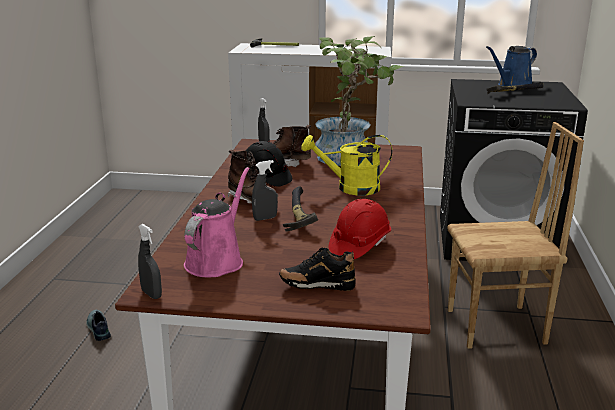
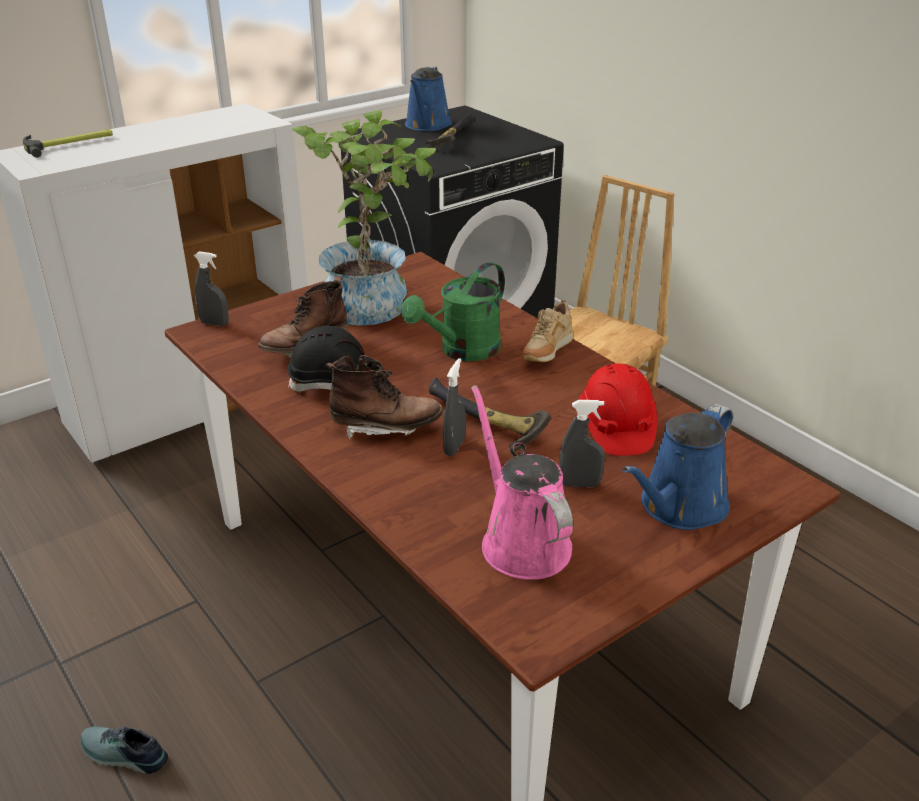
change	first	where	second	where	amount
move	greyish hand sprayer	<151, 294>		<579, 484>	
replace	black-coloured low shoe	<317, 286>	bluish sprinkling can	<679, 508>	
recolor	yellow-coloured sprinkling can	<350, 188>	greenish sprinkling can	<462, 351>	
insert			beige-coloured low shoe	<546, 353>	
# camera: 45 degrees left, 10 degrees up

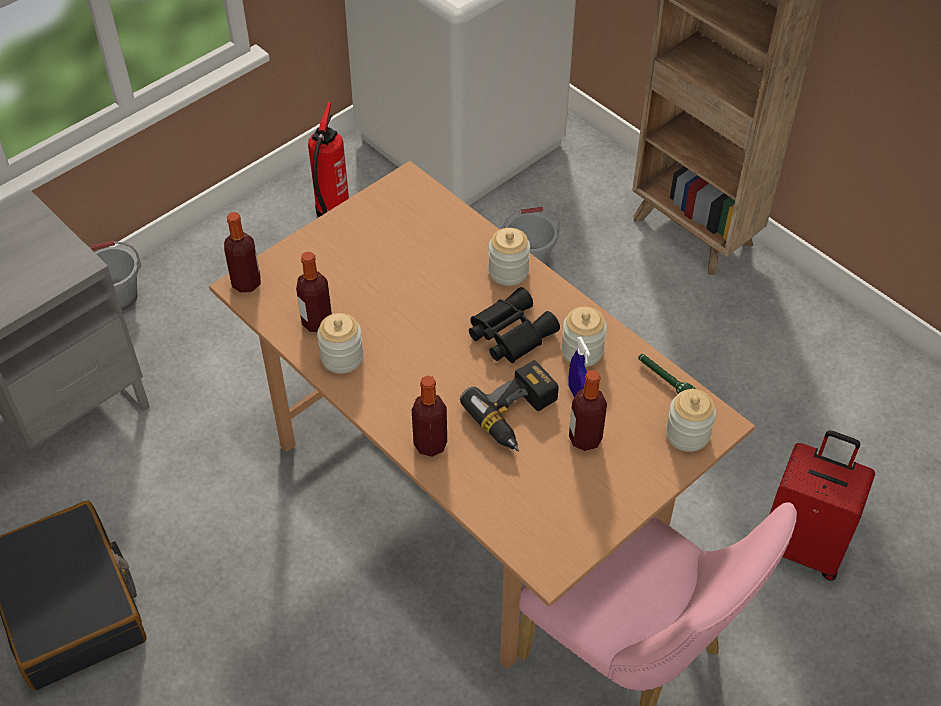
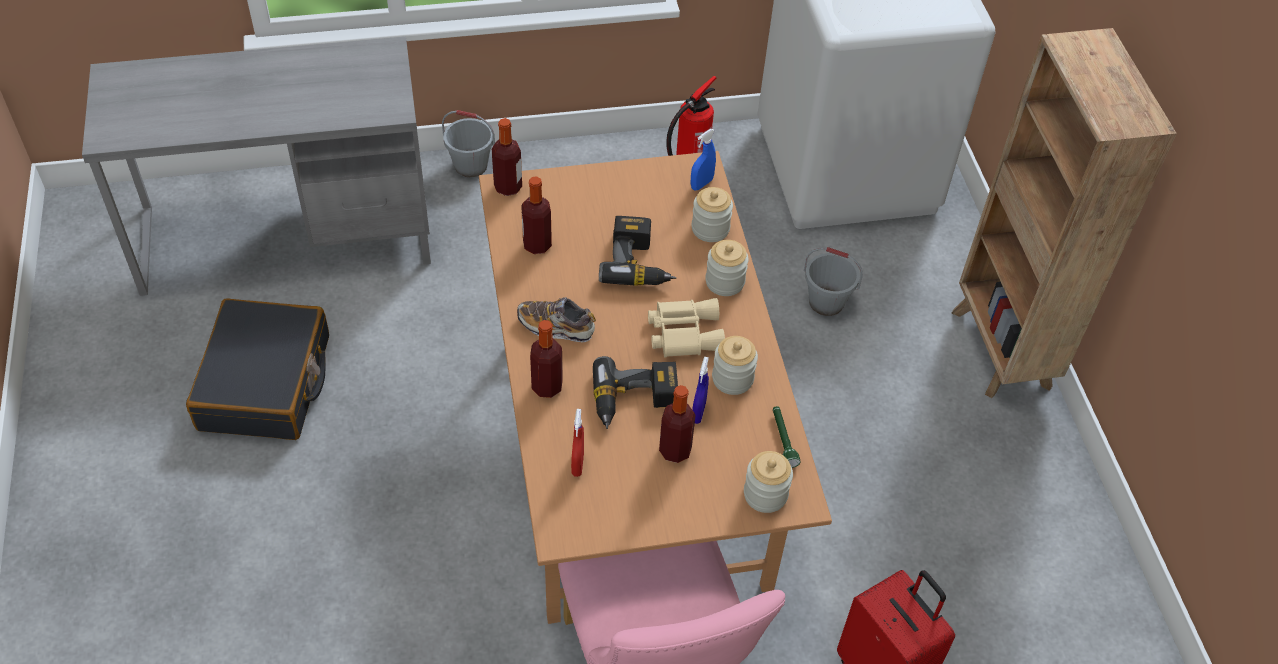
change	first	where	second	where	amount
move	storage jar	<342, 357>		<710, 229>	
recolor	black-coloured field glasses	<509, 333>	beige-coloured field glasses	<683, 332>	
insert			low shoe	<556, 327>	
insert			red hand sprayer	<577, 464>	
insert			power drill	<639, 262>	
insert			bluish hand sprayer	<701, 184>	
# camera: 30 degrees right, 0 degrees up

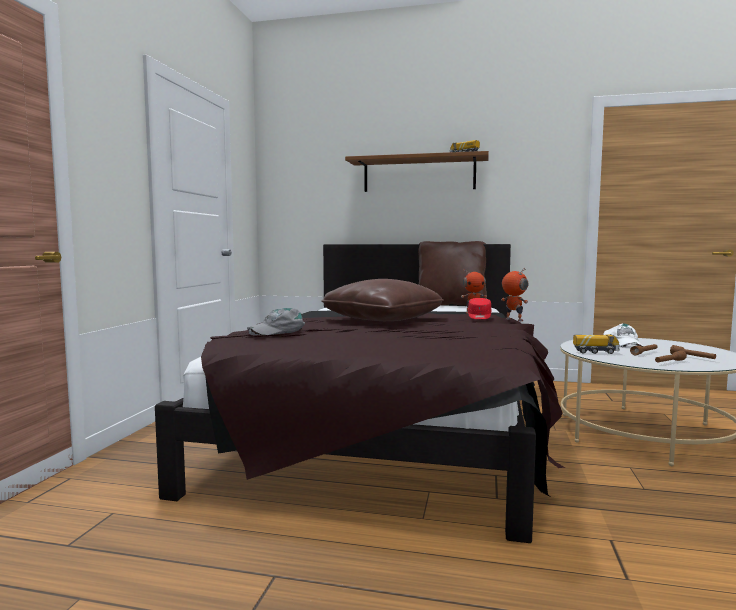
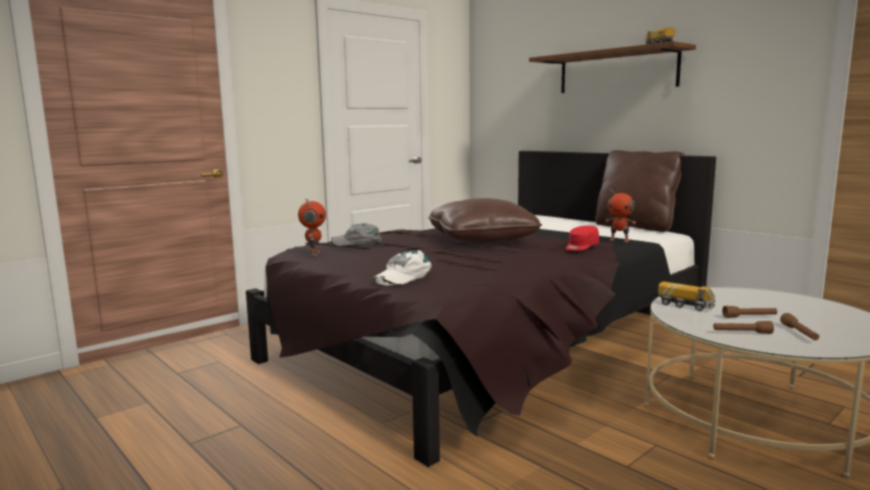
change	first	where	second	where	amount
move	toy robot	<513, 320>		<313, 254>	
move	whitish peaked cap	<622, 343>		<402, 277>	
# camera: 35 degrees right, 5 degrees up

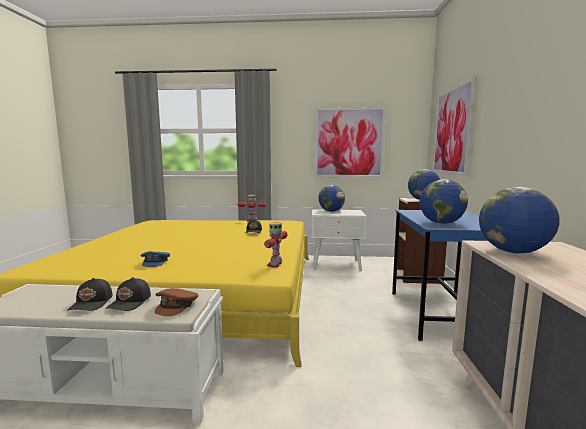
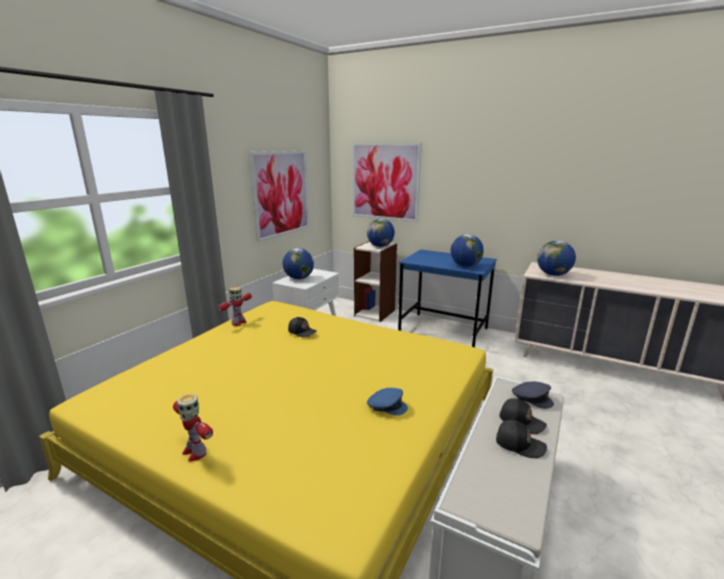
change	first	where	second	where	amount
recolor	brownish peaked cap	<177, 305>	greyish peaked cap	<531, 398>	
move	toy robot	<275, 264>		<195, 452>	
# camera: 65 degrees left, 10 degrees up

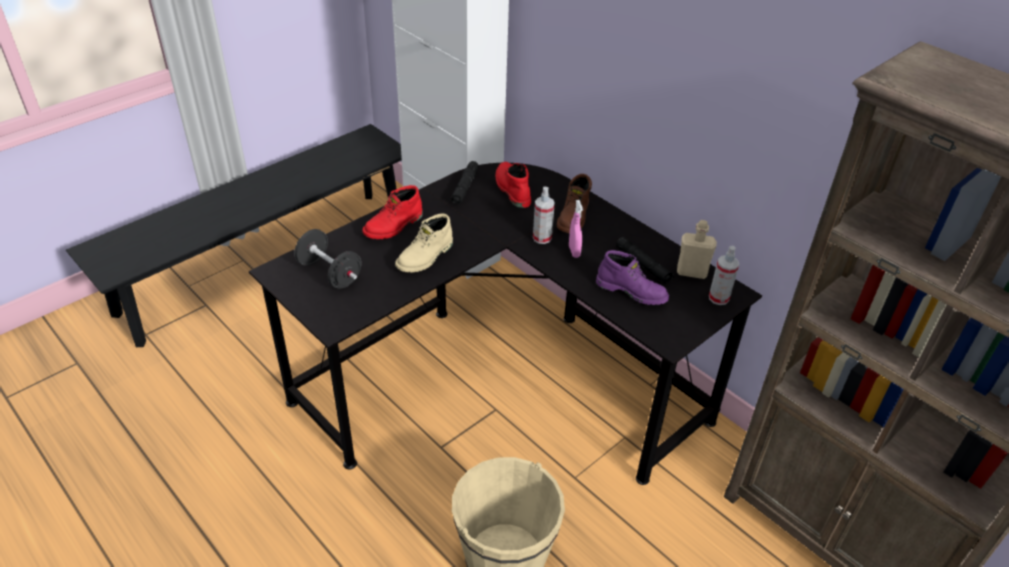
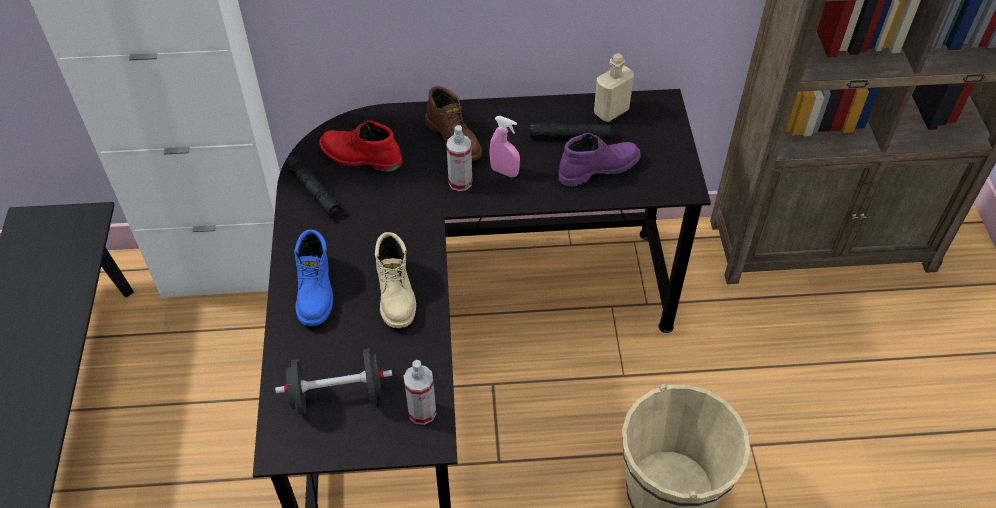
change	first	where	second	where	amount
recolor	red high-top boot	<394, 226>	bluish high-top boot	<316, 291>	
move	hand sprayer	<718, 298>		<422, 412>	
# camera: 50 degrees left, 10 degrees up

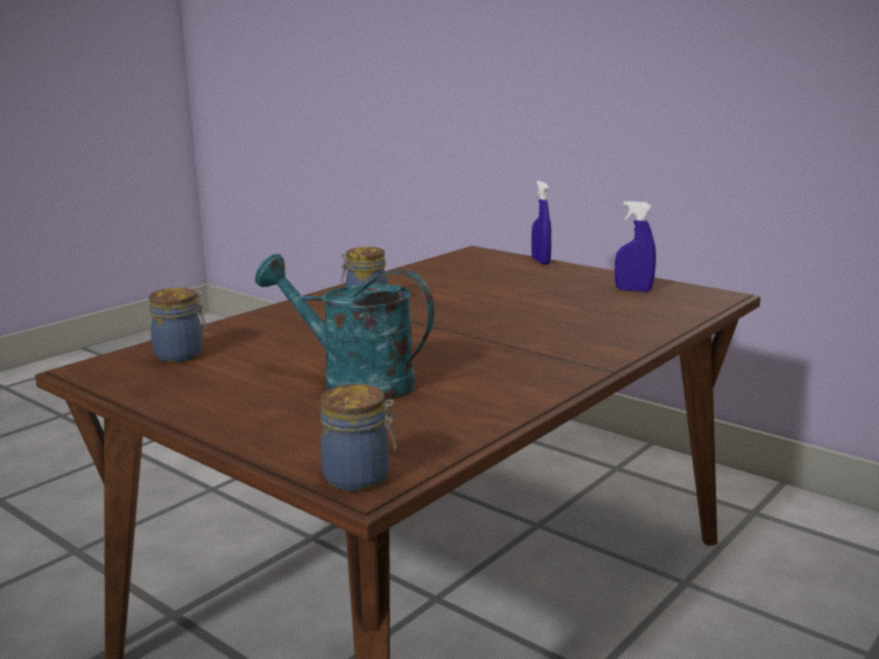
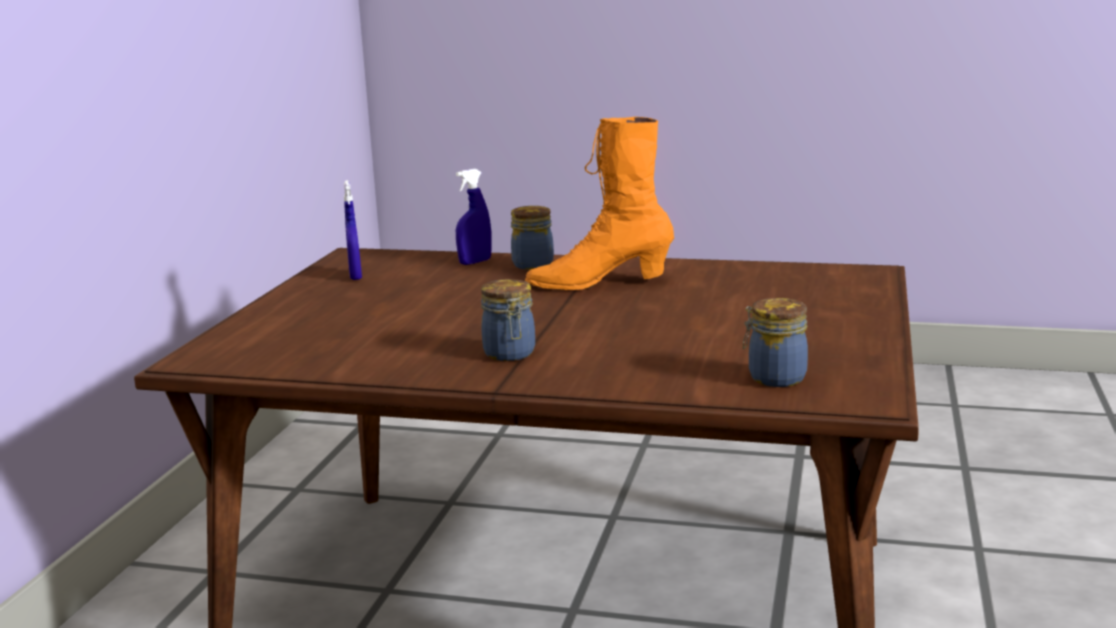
change	first	where	second	where	amount
delete	blue-green sprinkling can	<353, 382>			
move	storage jar	<359, 478>		<532, 264>	
move	bluish hand sprayer	<540, 261>		<475, 262>	
insert			orangey high-top boot	<599, 283>	
# camera: 115 degrees left, 0 degrees up

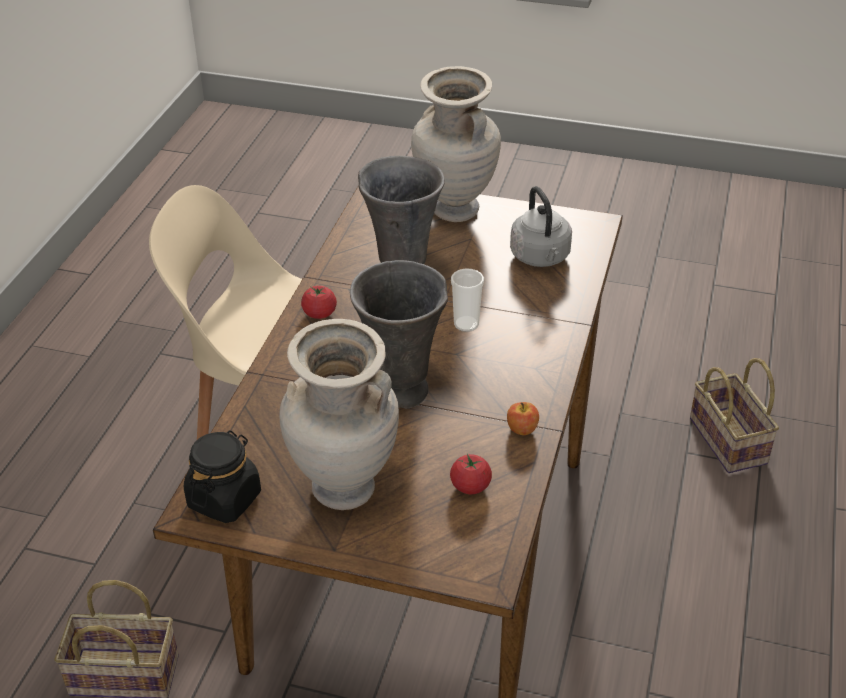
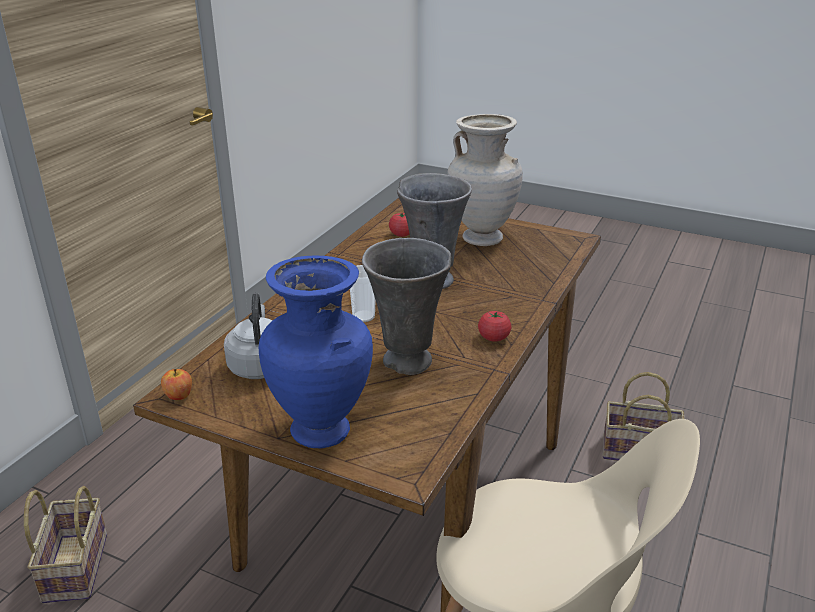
change	first	where	second	where	amount
delete	black-coloured storage jar	<224, 499>			
recolor	beige-coloured vase	<454, 211>	bluish vase	<322, 431>	
move	whole apple	<522, 429>		<178, 395>	
# camera: 170 degrees left, 10 degrees down

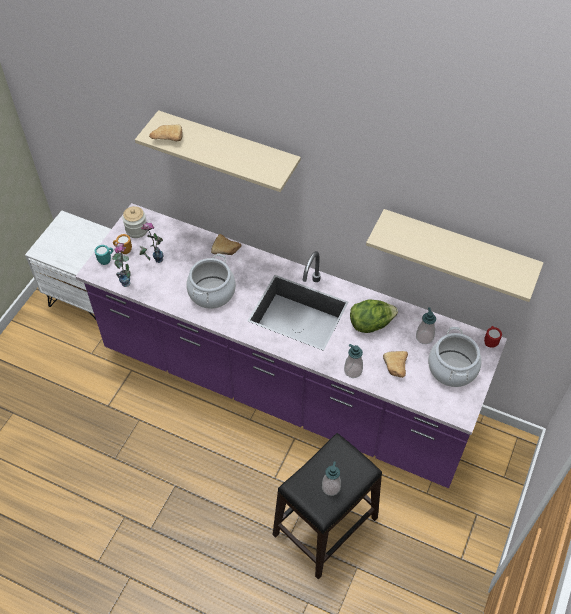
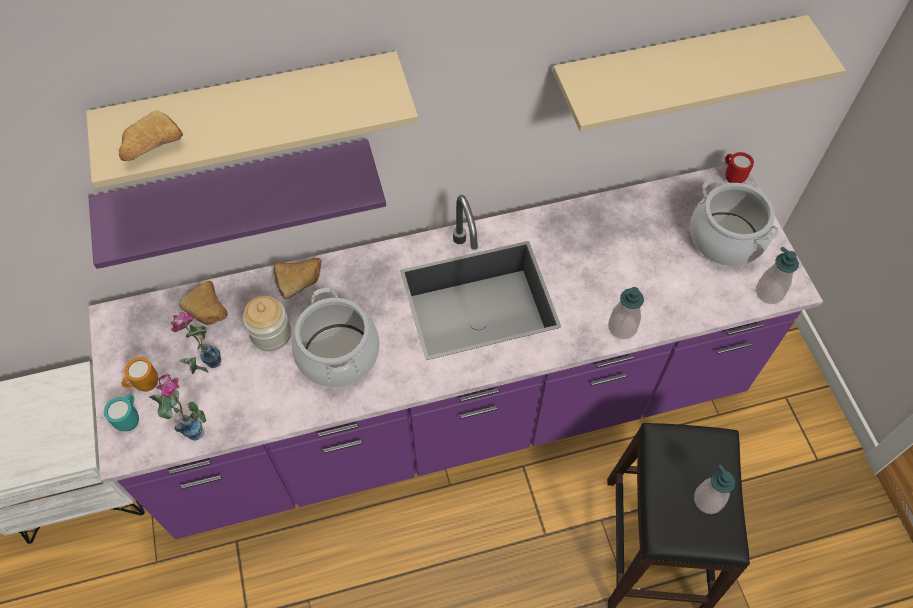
change	first	where	second	where	amount
move	storage jar	<136, 230>		<271, 334>	
delete	lettuce head	<371, 324>			
move	bread	<396, 368>		<208, 311>	
move	soap dispenser	<424, 337>		<769, 292>	
insert			purplish bracket shelf	<240, 192>	
# camera: 40 degrees left, 5 degrees up

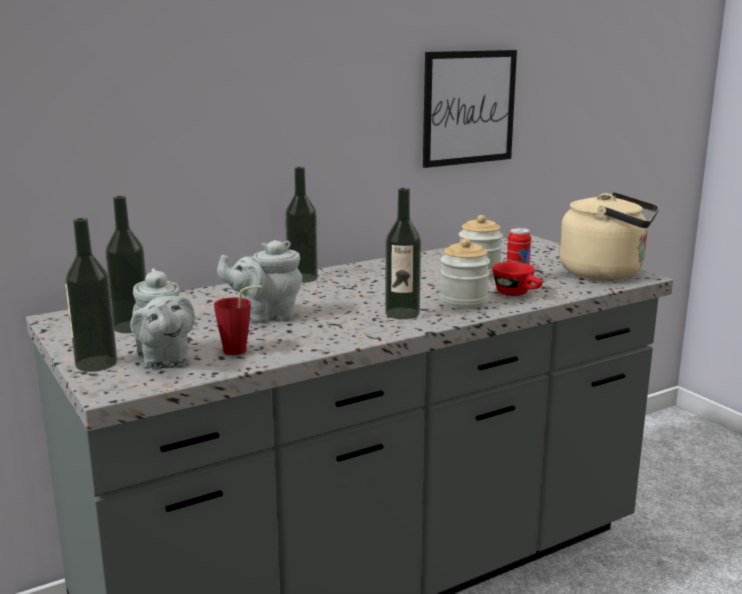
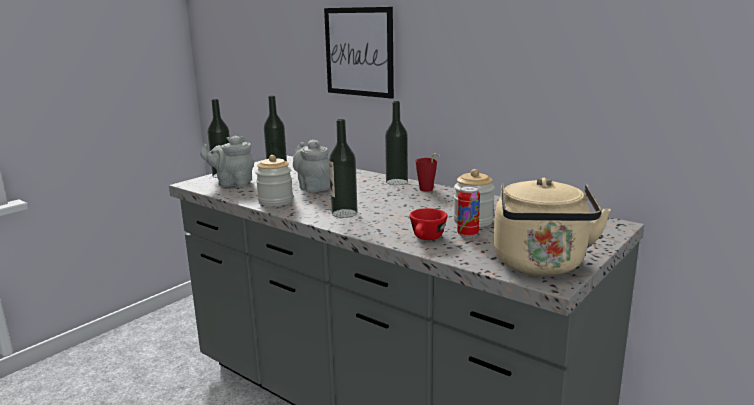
change	first	where	second	where	amount
rotate	greyish tea pot	<164, 360>		<232, 183>	45 degrees clockwise
move	red cup	<240, 350>		<428, 190>	
move	wall picture	<469, 107>		<359, 52>	
move	storage jar	<463, 302>		<275, 201>	
# camera: 70 degrees right, 0 degrees up

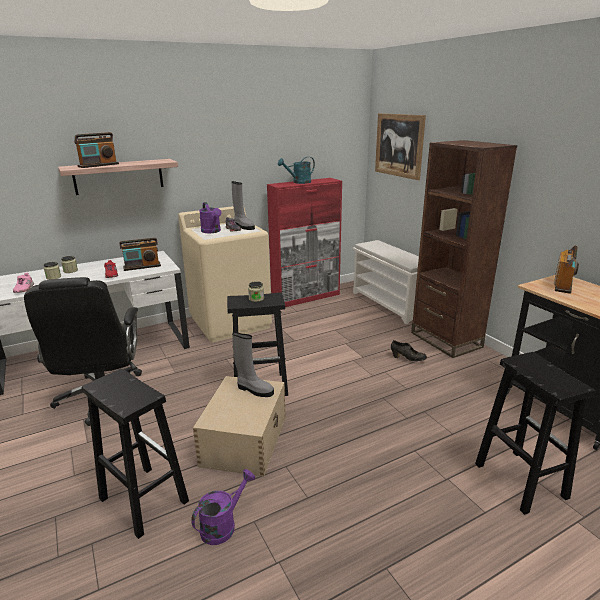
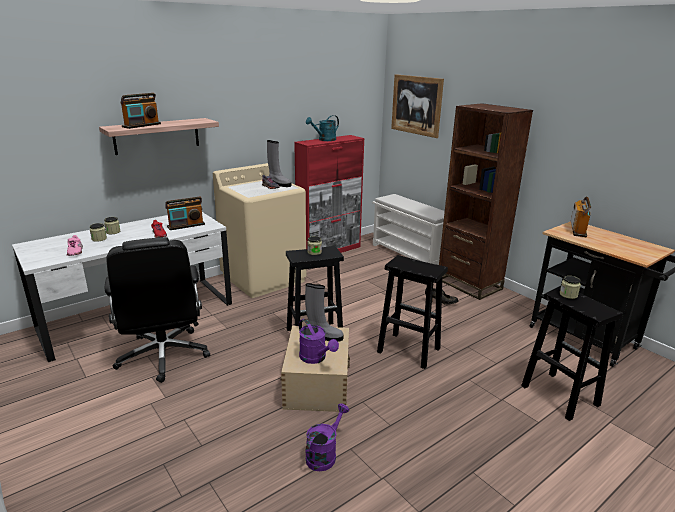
change	first	where	second	where	amount
move	black-coloured sitting stool	<142, 499>		<407, 350>	
move	purplish sprinkling can	<212, 231>		<316, 358>	
insert			storage jar	<568, 295>	
# camera: 10 degrees left, 0 degrees up

